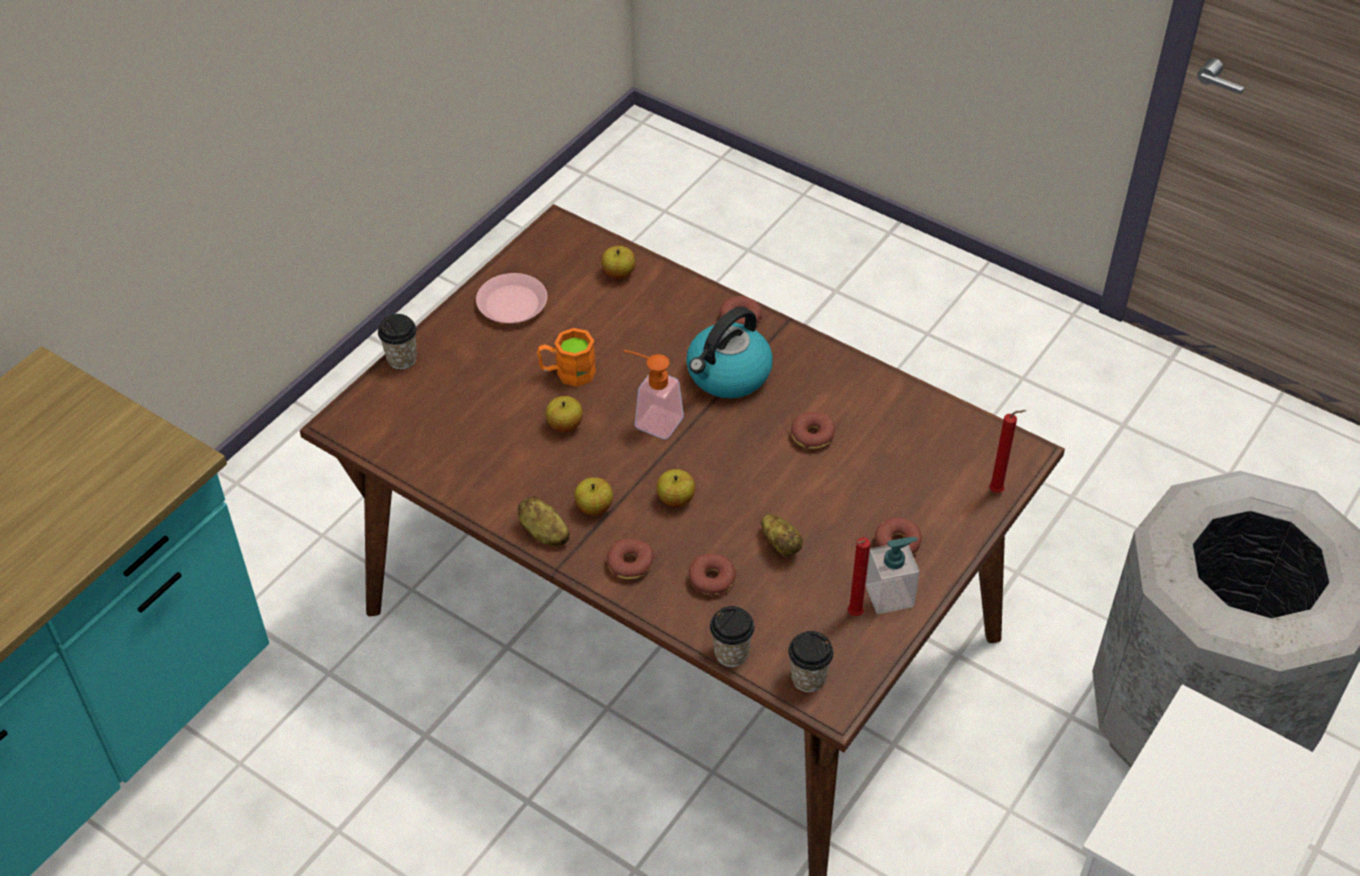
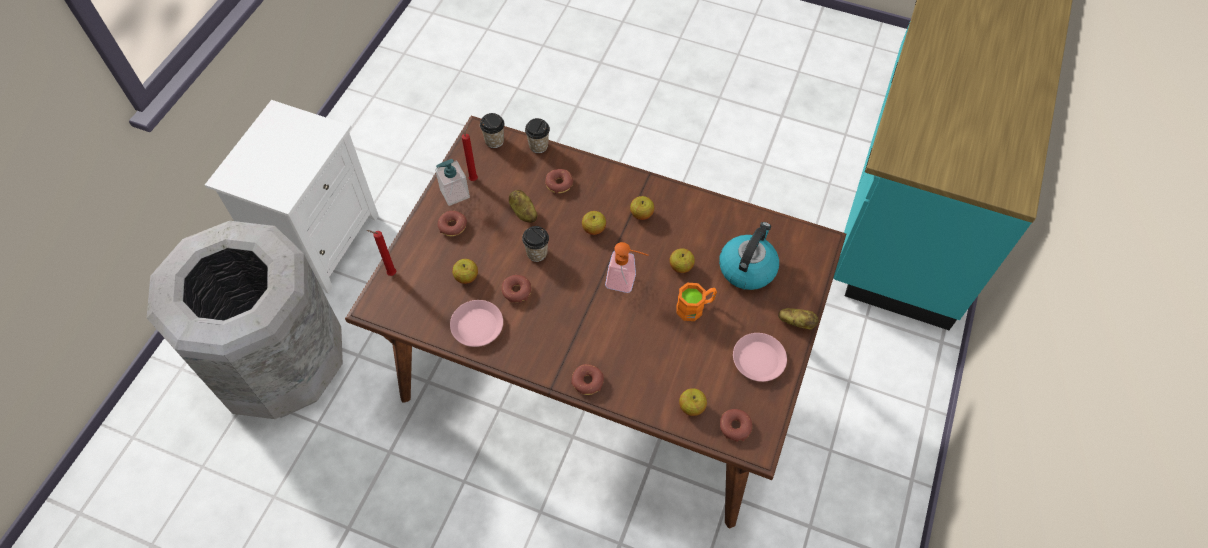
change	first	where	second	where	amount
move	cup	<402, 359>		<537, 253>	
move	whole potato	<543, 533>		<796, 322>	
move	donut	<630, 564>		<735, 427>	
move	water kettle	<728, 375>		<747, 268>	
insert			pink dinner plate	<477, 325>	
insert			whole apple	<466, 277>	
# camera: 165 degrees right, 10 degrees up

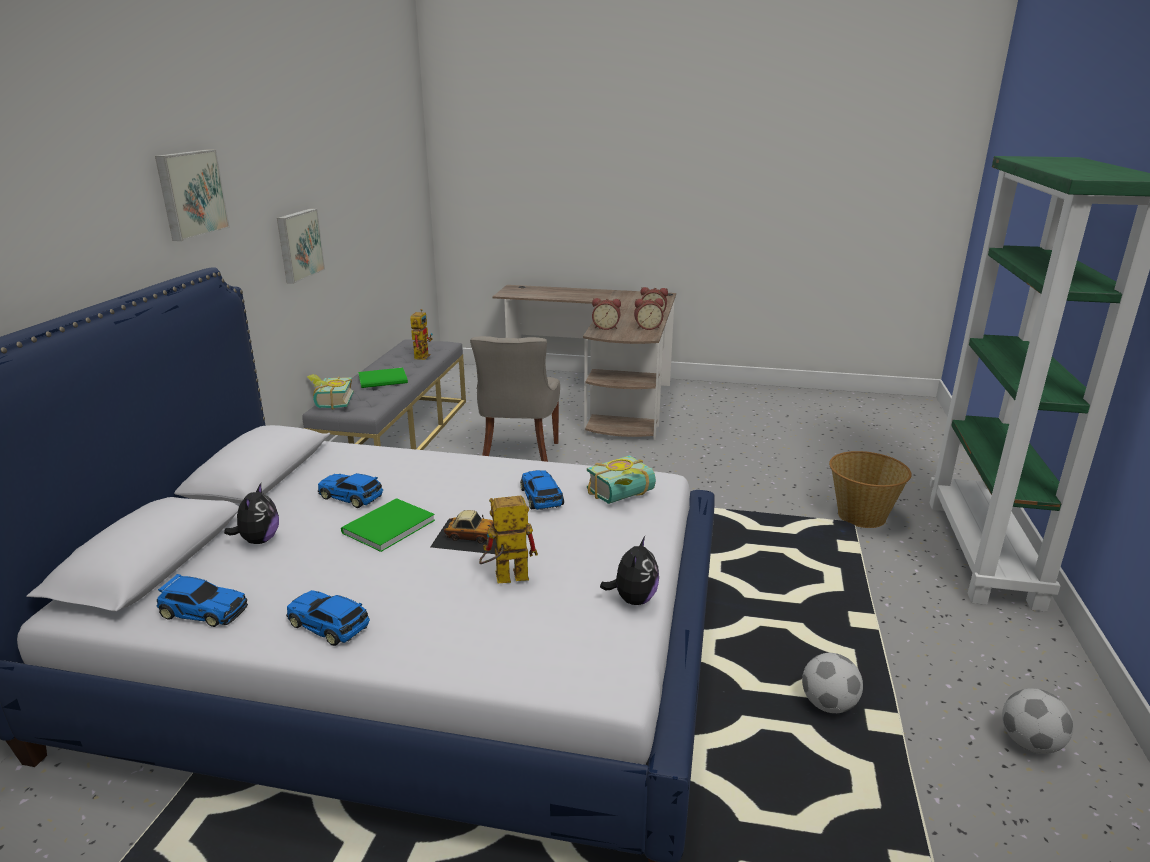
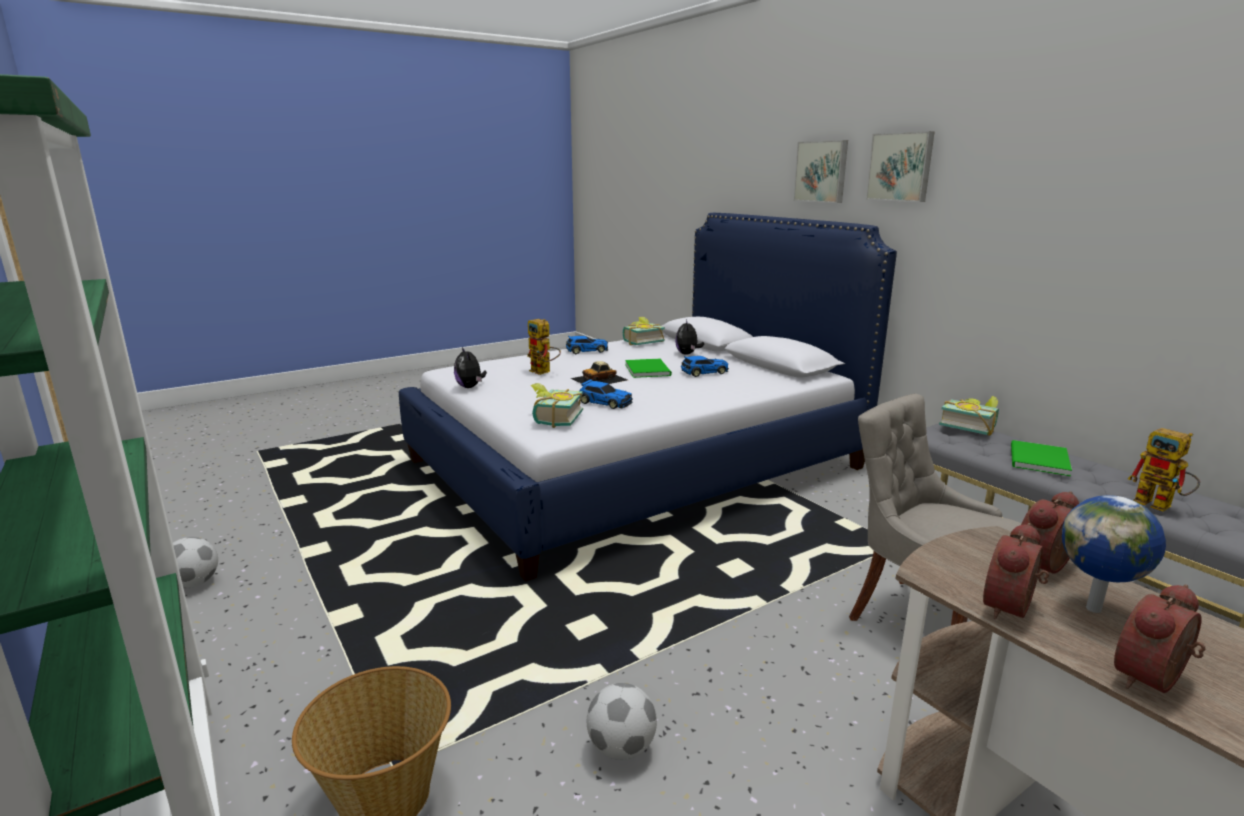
change	first	where	second	where	amount
replace	toy car	<203, 610>	volume	<641, 342>	
rotate	cuddly toy	<259, 540>		<687, 354>	45 degrees clockwise
move	wall picture	<298, 245>		<822, 171>	
rotate	toy robot	<504, 579>		<544, 372>	105 degrees clockwise
move	football ball	<828, 704>		<621, 748>	
insert			desk globe	<1095, 609>	
# camera: 135 degrees right, 5 degrees down

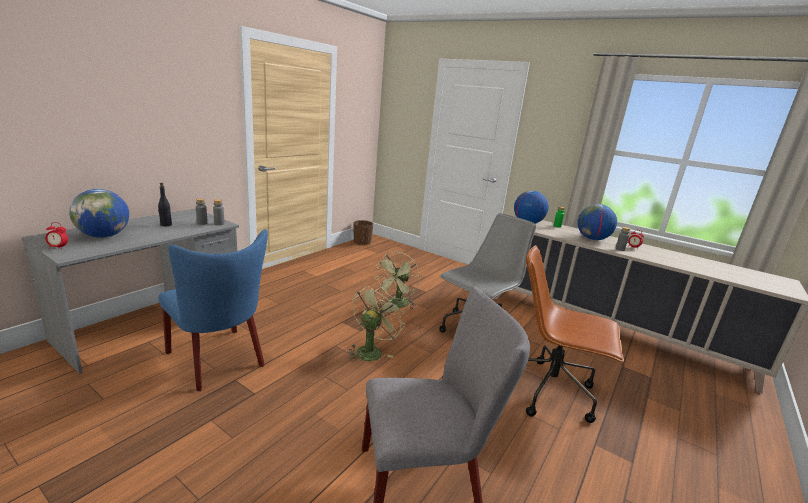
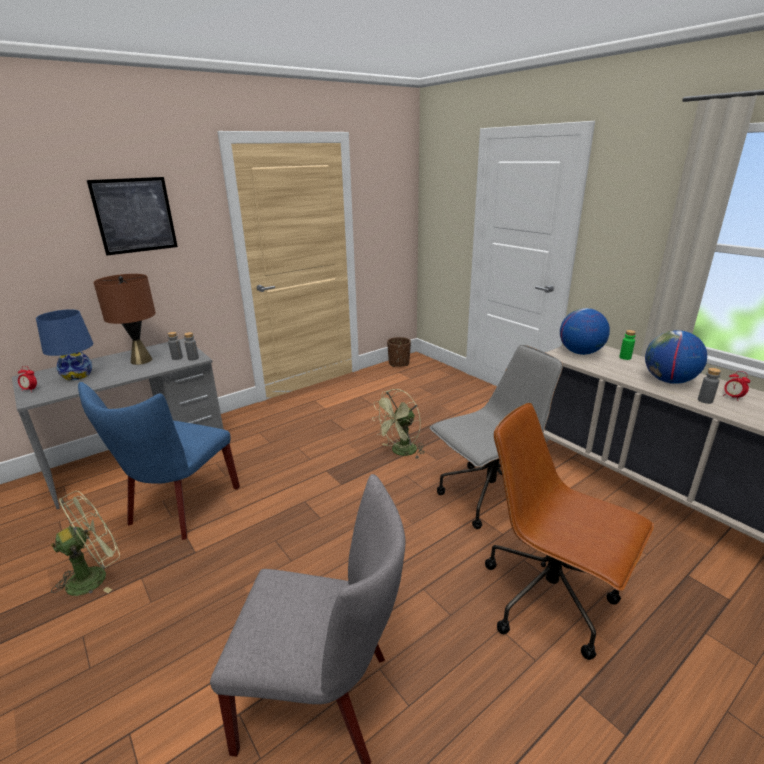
change	first	where	second	where	amount
replace	desk globe	<104, 236>	bluish tabletop lamp	<77, 375>	
replace	black-coloured beverage bottle	<166, 225>	brownish tabletop lamp	<141, 360>	
rotate	bluish plain chair	<219, 361>		<180, 509>	45 degrees clockwise
move	greenish fan	<371, 350>		<95, 575>	
insert			wall picture	<135, 215>	
# camera: 20 degrees right, 5 degrees up

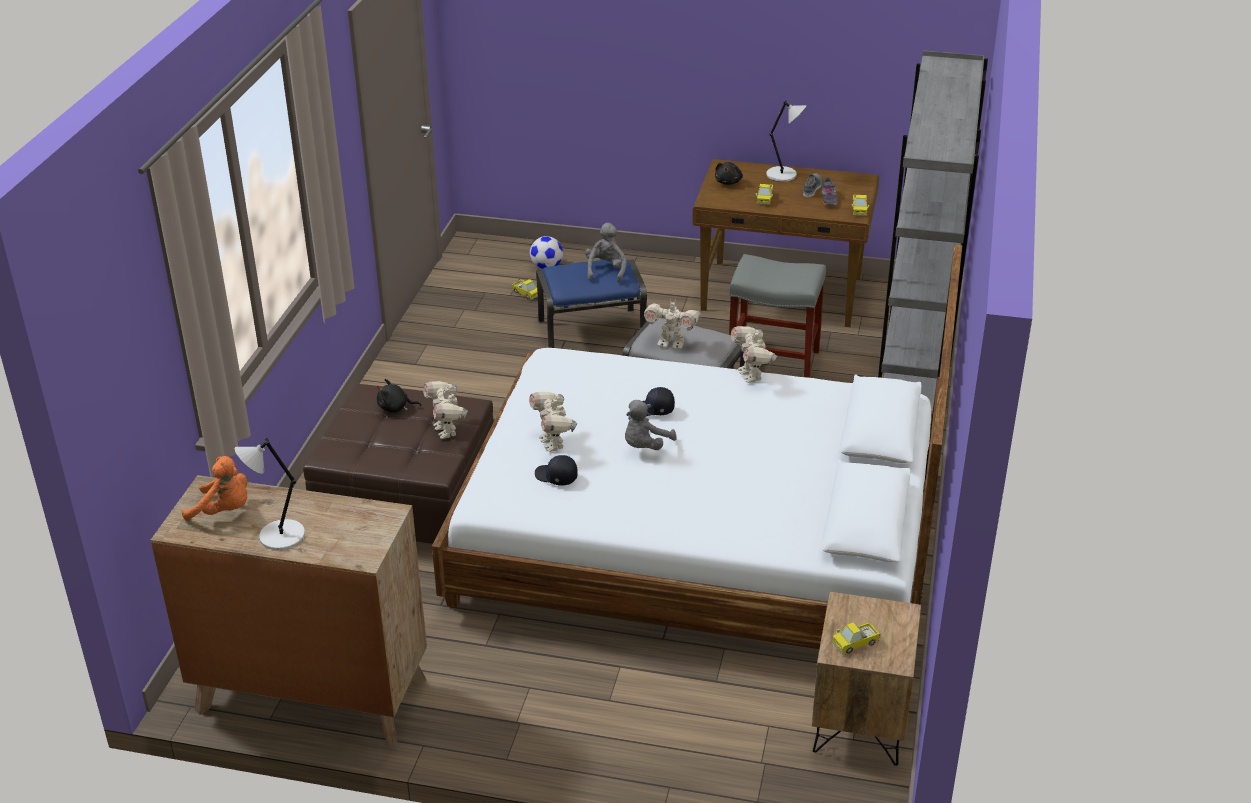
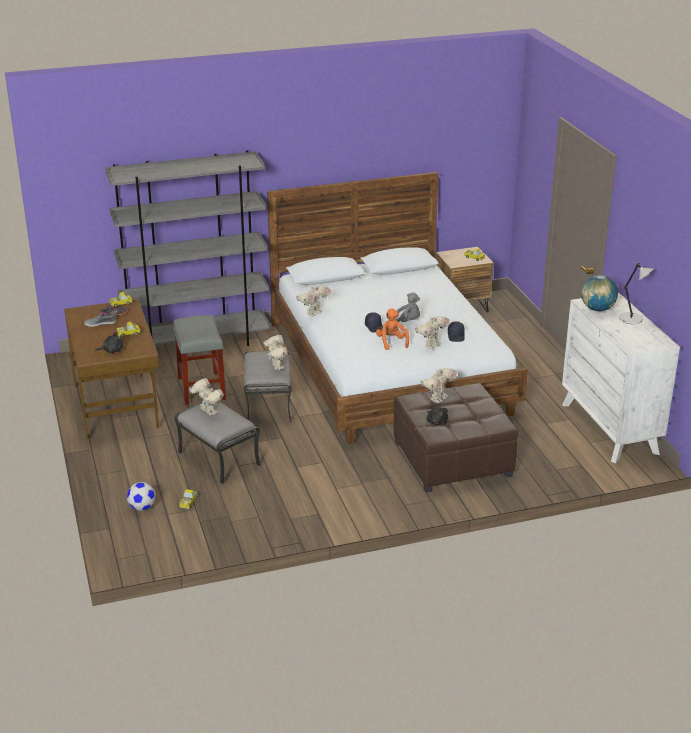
change	first	where	second	where	amount
recolor	brownish drawer chest	<311, 695>	whitish drawer chest	<609, 428>	
move	orangey cuddly toy	<224, 511>		<392, 342>	
recolor	bluish pouffe	<592, 331>	greyish pouffe	<217, 459>	
replace	greyish cuddly toy	<606, 270>	toy robot	<207, 411>	
delete	greyish tabletop lamp	<783, 175>			
insert			desk globe	<597, 309>	
# camera: 120 degrees left, 5 degrees down

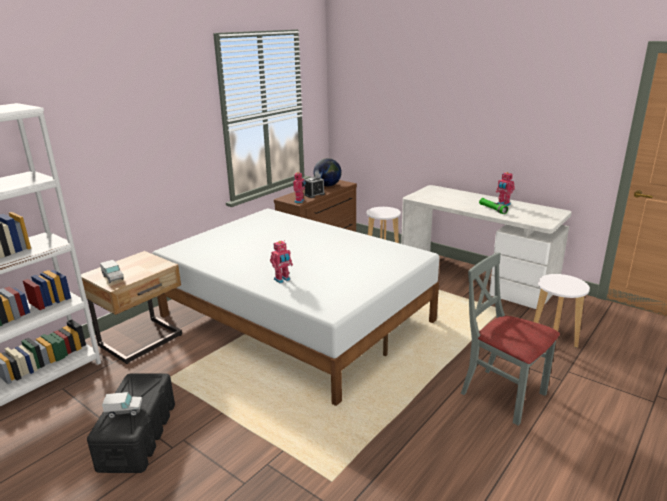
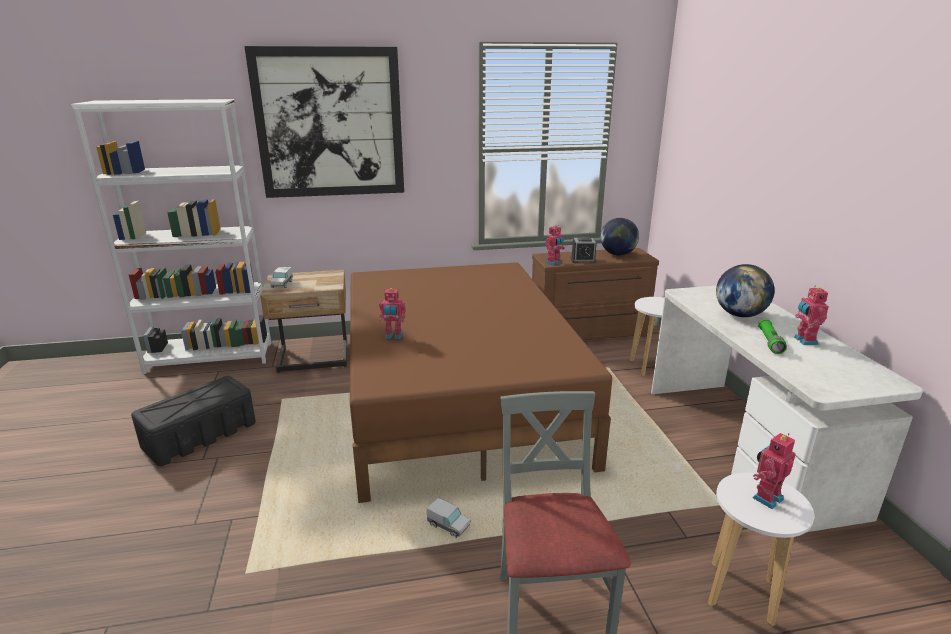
change	first	where	second	where	amount
move	toy truck	<124, 411>		<448, 526>	
recolor	whitish bedroom bed	<296, 318>	brownish bedroom bed	<458, 395>	
insert			wall picture	<330, 123>	
insert			desk globe	<739, 315>	
insert			toy robot	<766, 497>	
# camera: 40 degrees right, 0 degrees up

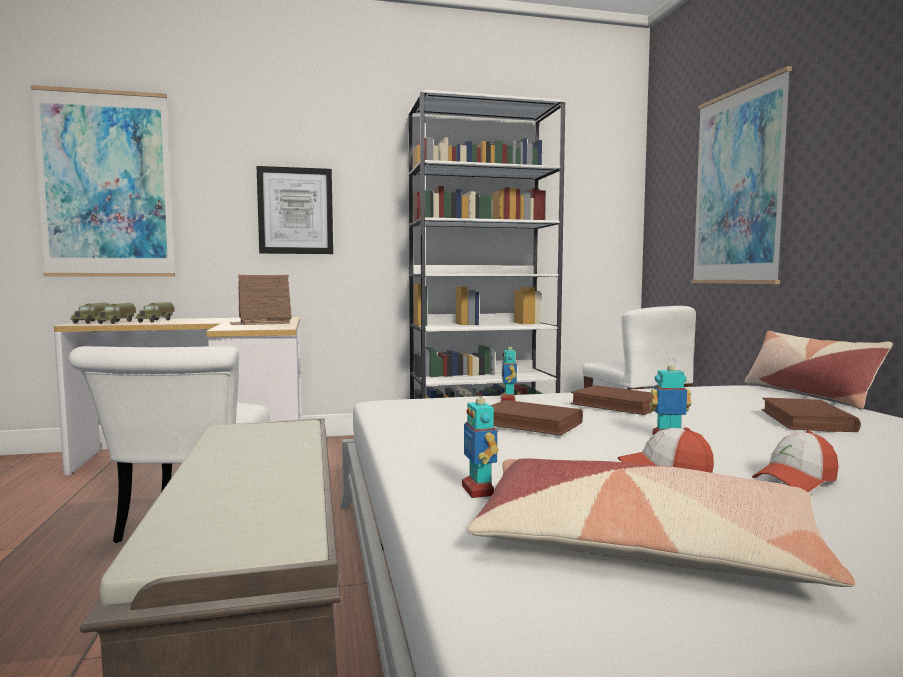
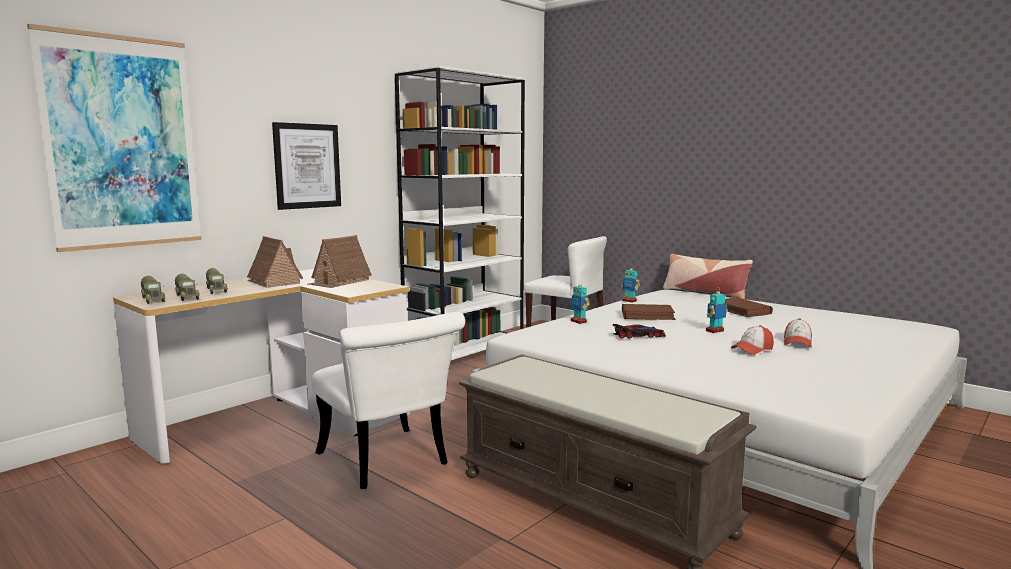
change	first	where	second	where	amount
move	toy robot	<478, 491>		<629, 301>	
delete	cushion	<643, 550>			
replace	brownish volume	<531, 423>	toy car	<639, 335>	
delete	wall picture	<737, 187>			
insert			model house	<273, 282>	
# camera: 35 degrees left, 5 degrees up

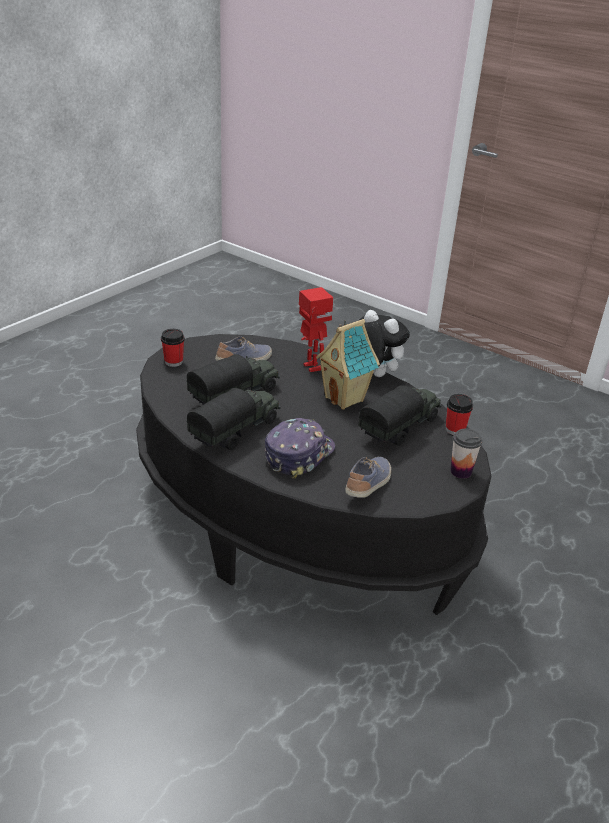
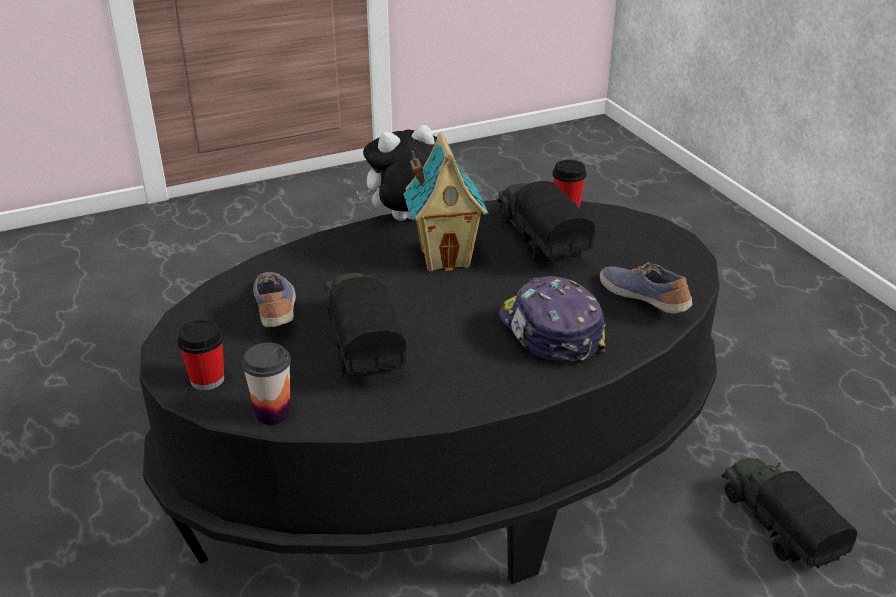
change	first	where	second	where	amount
move	toy truck	<236, 431>		<777, 526>	
delete	toy robot	<311, 367>			
move	cup	<461, 471>		<273, 413>	
# camera: 60 degrees left, 0 degrees up

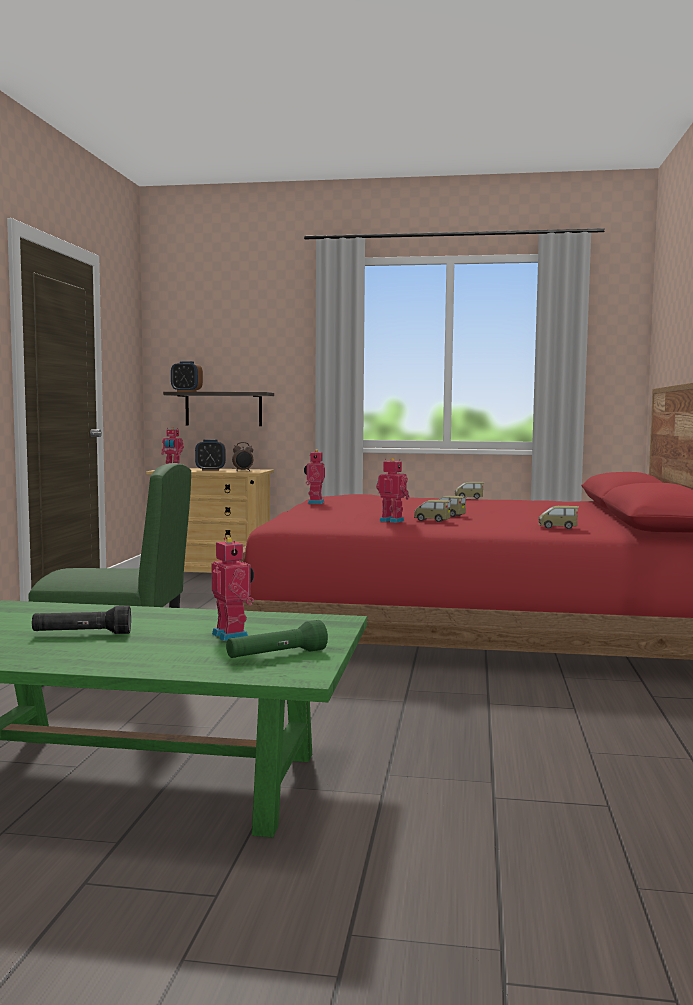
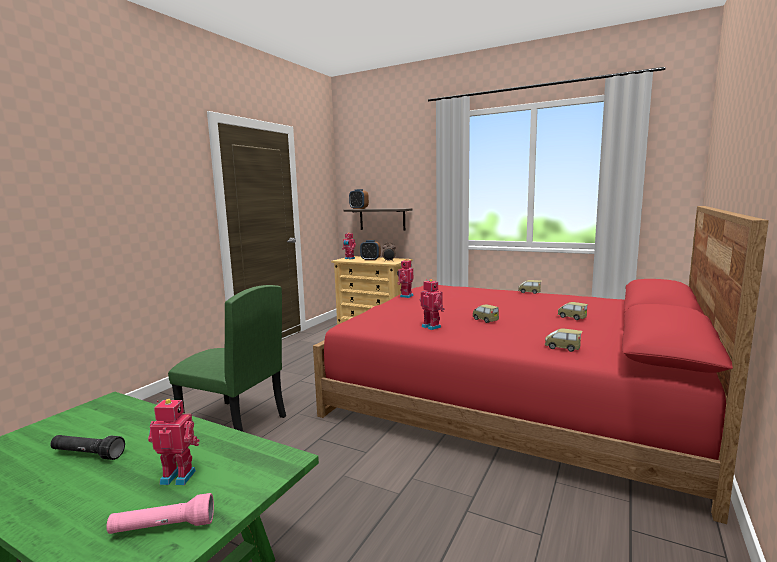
change	first	where	second	where	amount
rotate	toy robot	<232, 635>		<179, 476>	75 degrees counterclockwise
recolor	greenish hand torch	<276, 656>	pink hand torch	<163, 528>	
move	toy car	<432, 520>		<572, 317>	
# camera: 20 degrees right, 5 degrees up

